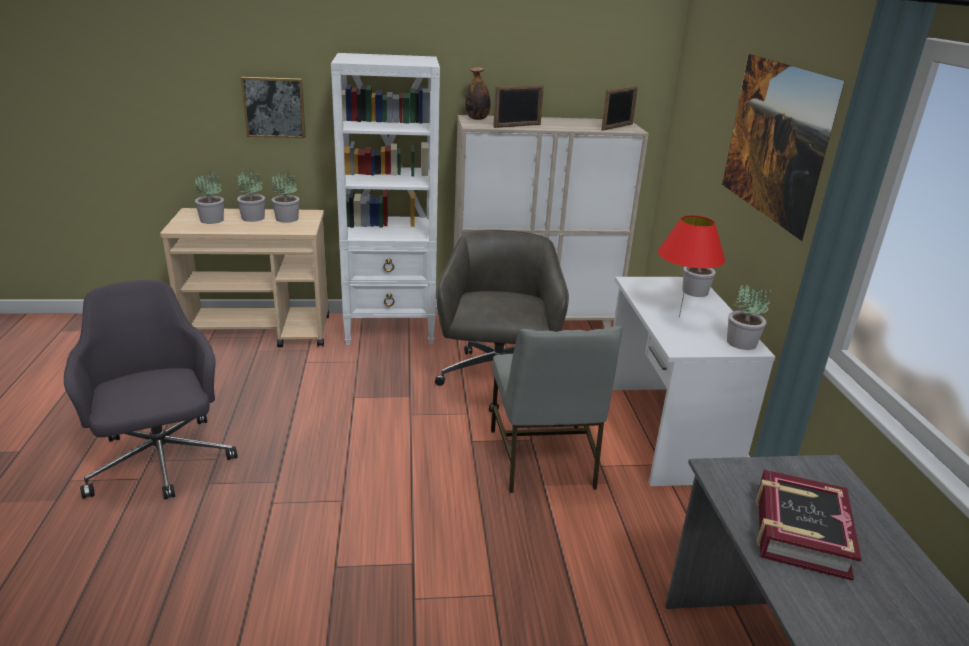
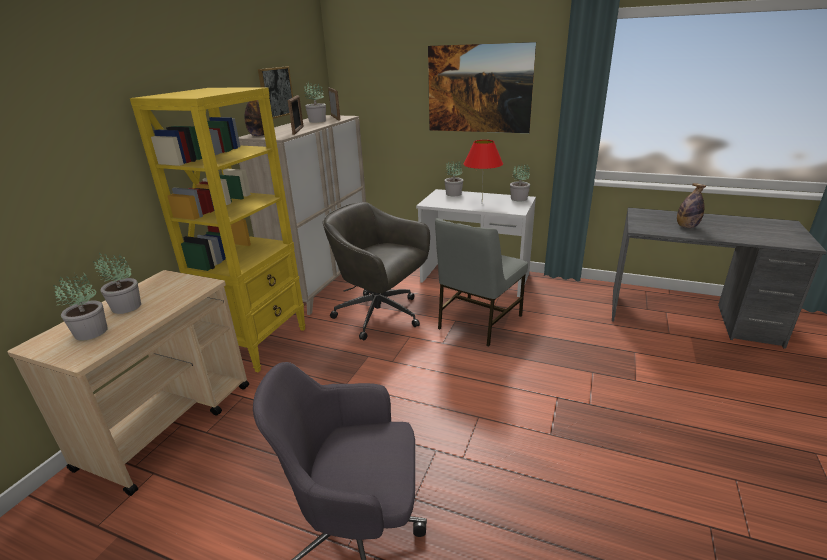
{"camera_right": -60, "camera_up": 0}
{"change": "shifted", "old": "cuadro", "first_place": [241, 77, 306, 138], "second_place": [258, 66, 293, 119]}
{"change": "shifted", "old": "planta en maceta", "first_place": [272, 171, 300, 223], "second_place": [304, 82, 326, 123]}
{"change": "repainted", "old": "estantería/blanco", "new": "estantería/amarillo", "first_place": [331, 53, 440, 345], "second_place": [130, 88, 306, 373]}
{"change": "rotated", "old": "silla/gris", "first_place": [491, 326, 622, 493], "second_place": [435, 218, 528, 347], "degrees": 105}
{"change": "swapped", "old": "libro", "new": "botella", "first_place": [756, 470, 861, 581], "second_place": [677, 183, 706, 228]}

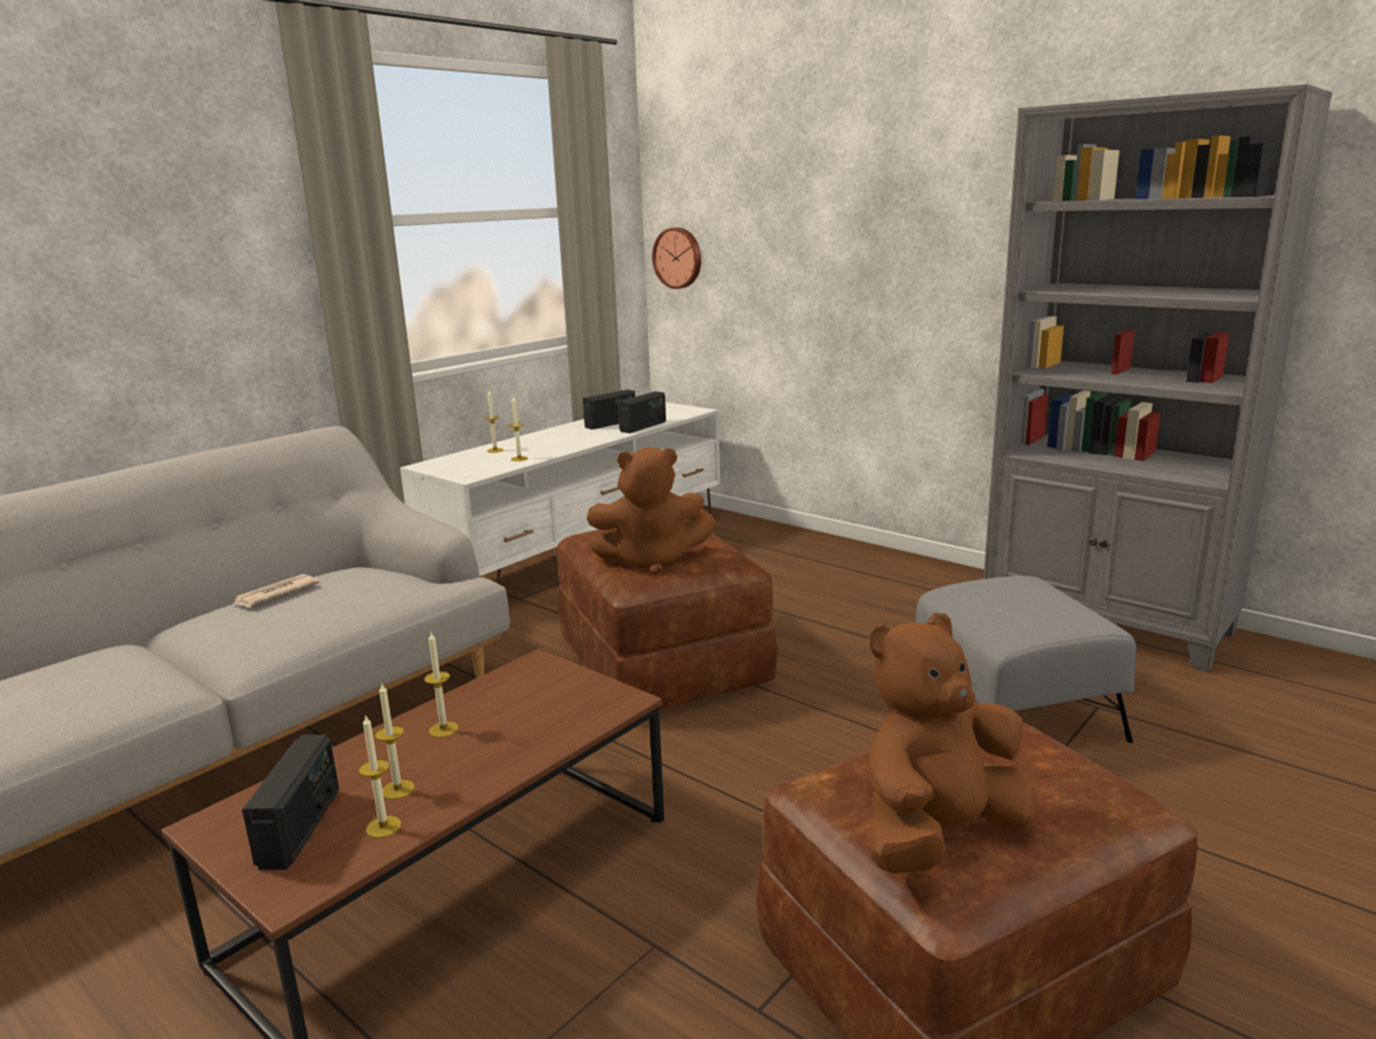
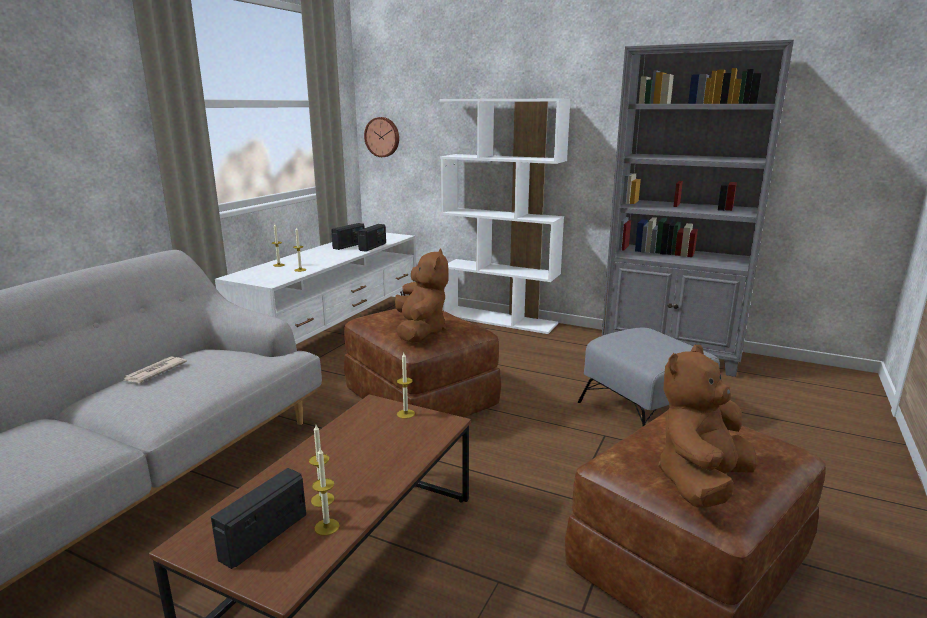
{"camera_right": -15, "camera_up": 0}
{"change": "rotated", "old": "radio", "first_place": [242, 735, 339, 870], "second_place": [211, 468, 306, 569], "degrees": -135}
{"change": "shifted", "old": "vela", "first_place": [424, 633, 459, 738], "second_place": [397, 353, 415, 419]}
{"change": "rotated", "old": "peluche/marrón", "first_place": [587, 447, 715, 575], "second_place": [395, 249, 449, 342], "degrees": -75}
{"change": "new", "new": "estantería/blanco", "second_place": [440, 99, 571, 334]}

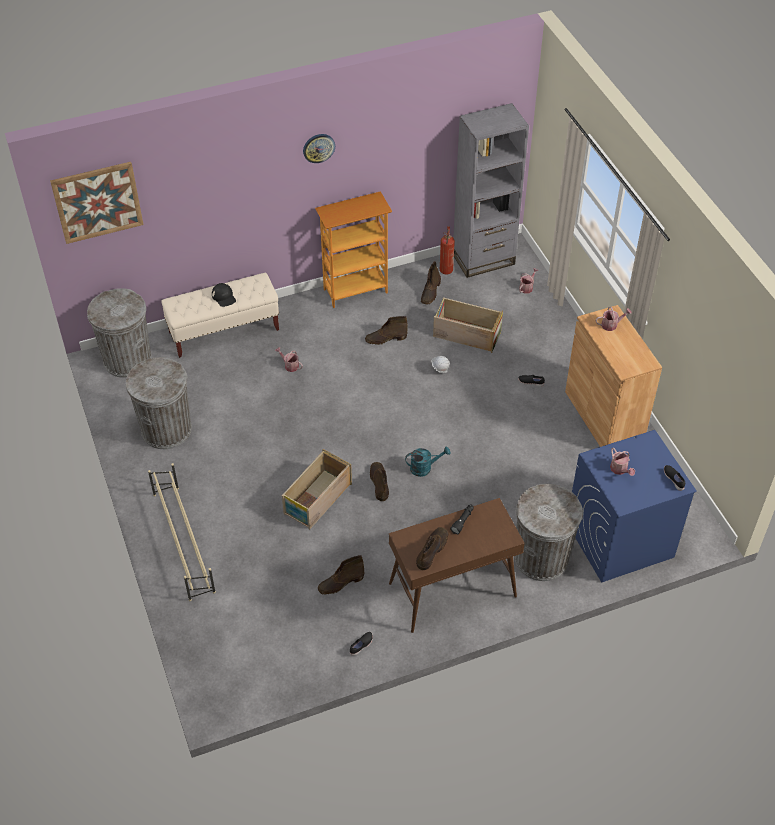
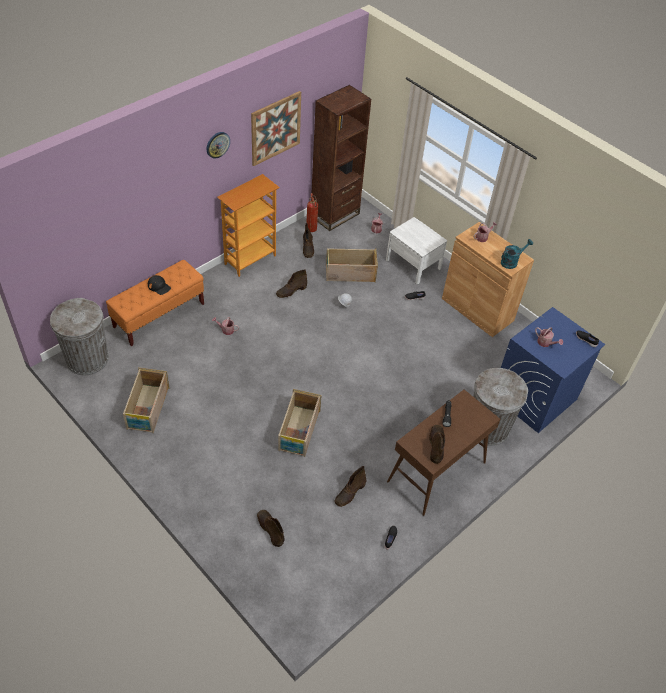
{"camera_right": -25, "camera_up": 0}
{"change": "shifted", "old": "cuadro", "first_place": [50, 162, 144, 244], "second_place": [251, 91, 301, 166]}
{"change": "swapped", "old": "papelera/gris", "new": "caja de embalaje", "first_place": [126, 357, 192, 449], "second_place": [123, 367, 170, 433]}
{"change": "gone", "old": "zapatero/beis", "first_place": [148, 463, 216, 601]}
{"change": "repainted", "old": "banco/beis", "new": "banco/naranja", "first_place": [162, 273, 279, 358], "second_place": [106, 260, 204, 346]}
{"change": "shifted", "old": "bota/marrón", "first_place": [370, 462, 389, 501], "second_place": [257, 510, 285, 547]}
{"change": "shifted", "old": "regadera/turquesa", "first_place": [405, 447, 450, 477], "second_place": [501, 239, 533, 269]}
{"change": "repainted", "old": "estantería/gris", "new": "estantería/marrón", "first_place": [453, 103, 529, 278], "second_place": [311, 85, 371, 231]}
{"change": "new", "new": "mesita de noche/blanco", "second_place": [386, 217, 447, 284]}

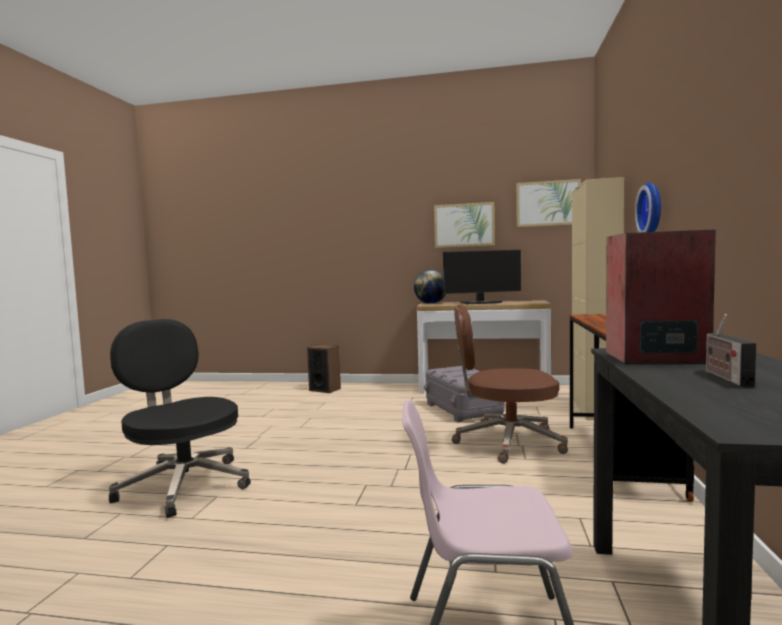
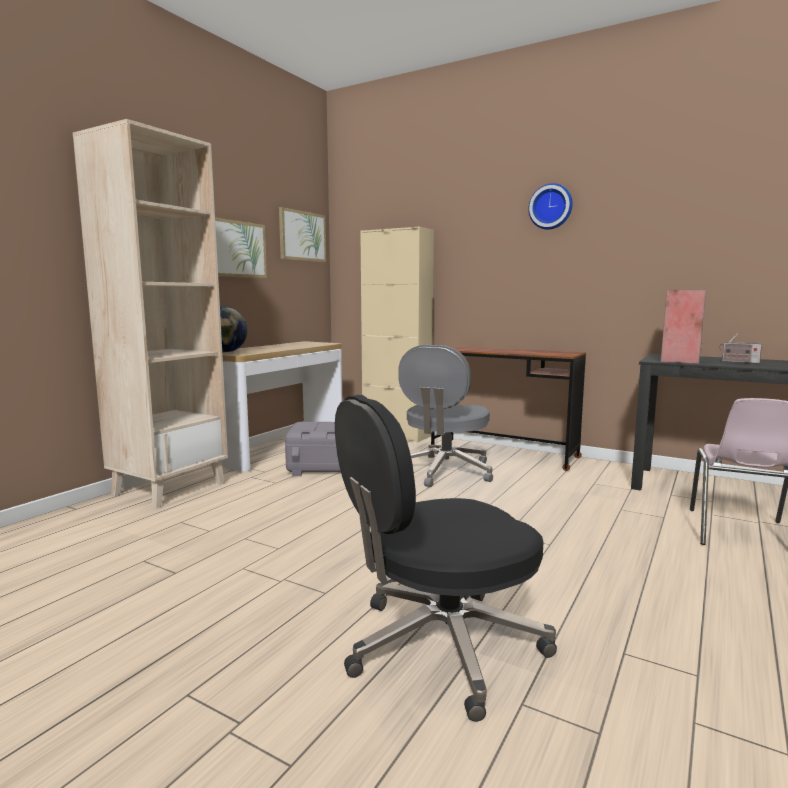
{"camera_right": -70, "camera_up": 5}
{"change": "gone", "old": "altavoz", "first_place": [307, 345, 341, 393]}
{"change": "gone", "old": "monitor", "first_place": [443, 250, 521, 304]}
{"change": "repainted", "old": "silla de oficina/marrón", "new": "silla de oficina/gris", "first_place": [452, 305, 568, 463], "second_place": [398, 344, 493, 487]}
{"change": "shifted", "old": "reloj de pared", "first_place": [635, 182, 661, 233], "second_place": [528, 183, 573, 230]}
{"change": "new", "new": "estantería/beis", "second_place": [73, 119, 228, 508]}

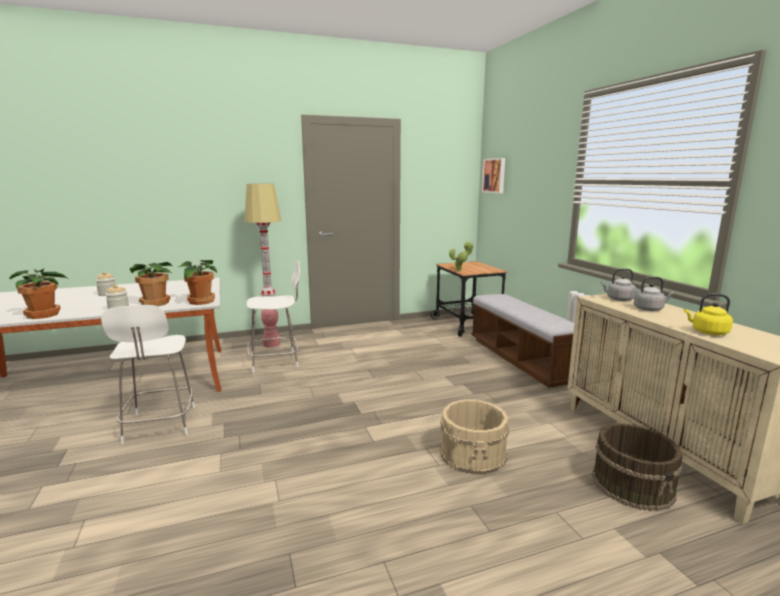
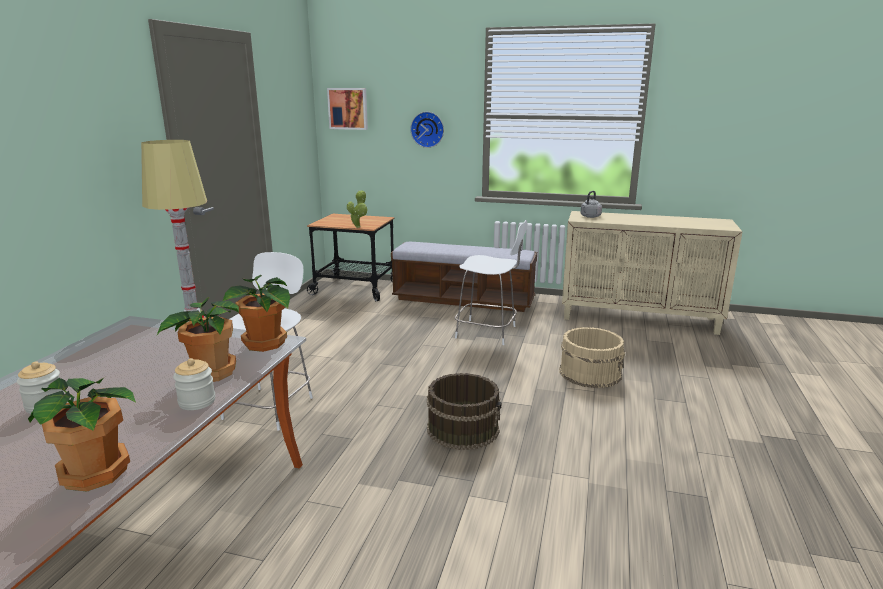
{"camera_right": -55, "camera_up": 5}
{"change": "shifted", "old": "silla/blanco", "first_place": [101, 305, 195, 444], "second_place": [455, 220, 527, 345]}
{"change": "shifted", "old": "cubo/marrón", "first_place": [592, 423, 683, 511], "second_place": [427, 373, 502, 450]}
{"change": "gone", "old": "hervidor/gris", "first_place": [634, 276, 674, 311]}
{"change": "gone", "old": "hervidor/amarillo", "first_place": [684, 294, 733, 335]}
{"change": "new", "new": "reloj de pared", "second_place": [410, 112, 444, 148]}

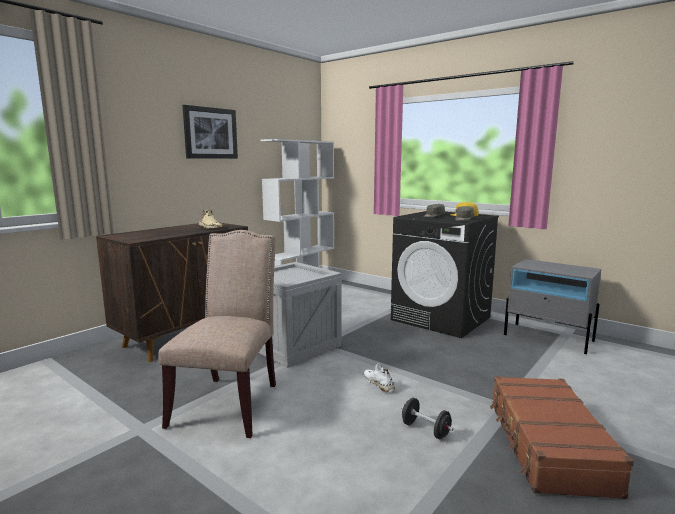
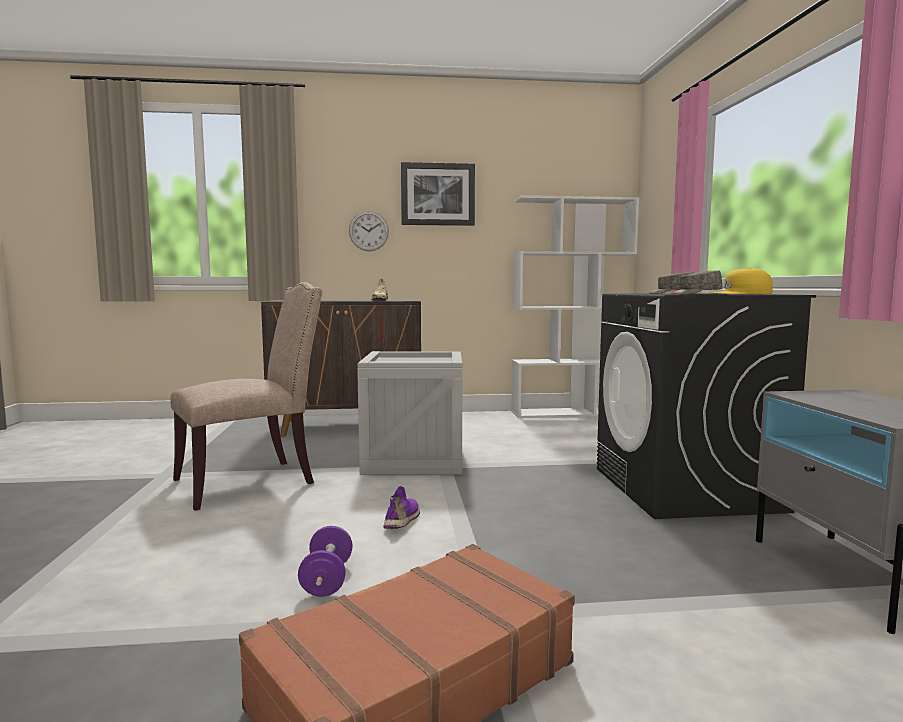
{"camera_right": 45, "camera_up": -5}
{"change": "repainted", "old": "zapato/blanco", "new": "zapato/morado", "first_place": [364, 363, 395, 392], "second_place": [383, 486, 420, 529]}
{"change": "repainted", "old": "mancuerna/negro", "new": "mancuerna/morado", "first_place": [401, 398, 454, 440], "second_place": [298, 526, 353, 597]}
{"change": "new", "new": "reloj de pared", "second_place": [349, 211, 389, 251]}

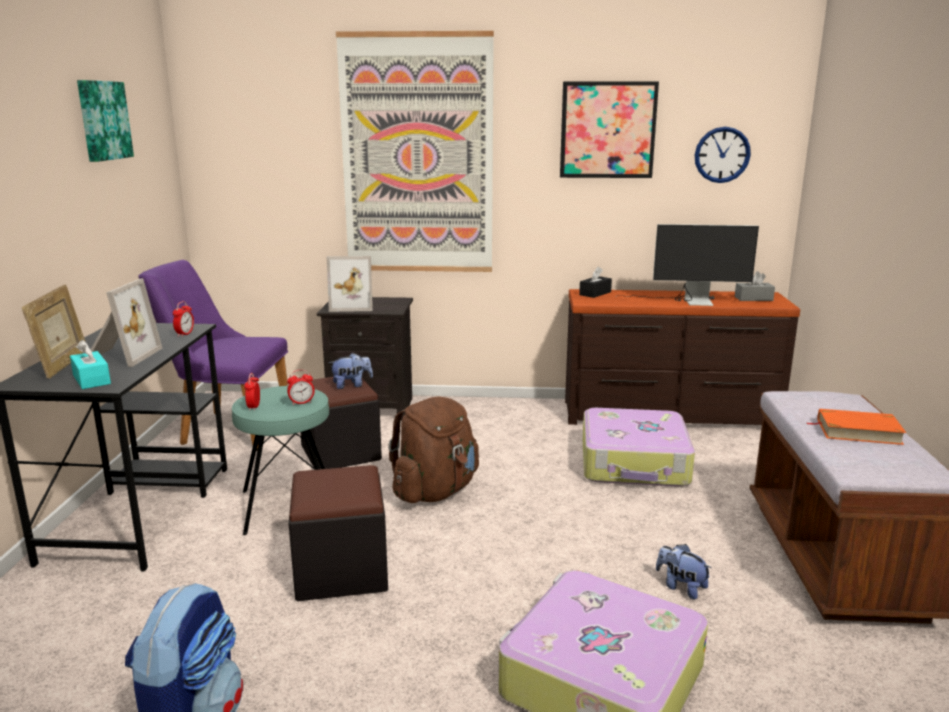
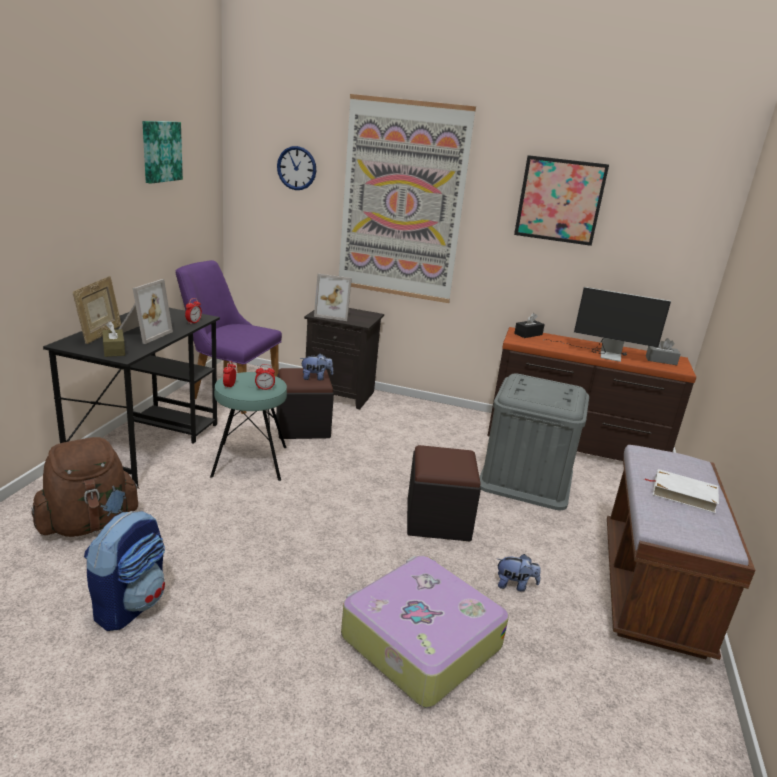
{"camera_right": 10, "camera_up": 5}
{"change": "repainted", "old": "caja de pañuelos/turquesa", "new": "caja de pañuelos/marrón", "first_place": [70, 340, 111, 389], "second_place": [102, 321, 125, 357]}
{"change": "shifted", "old": "puf/negro", "first_place": [289, 465, 388, 601], "second_place": [407, 445, 481, 542]}
{"change": "shifted", "old": "mochila/marrón", "first_place": [388, 396, 479, 503], "second_place": [31, 437, 140, 537]}
{"change": "swapped", "old": "maleta", "new": "caja de almacenaje/gris", "first_place": [583, 408, 695, 487], "second_place": [479, 373, 589, 510]}
{"change": "rotated", "old": "peluche", "first_place": [656, 544, 712, 600], "second_place": [497, 554, 541, 592], "degrees": 135}
{"change": "shifted", "old": "reloj de pared", "first_place": [695, 127, 751, 183], "second_place": [277, 146, 316, 190]}
{"change": "repainted", "old": "libro/naranja", "new": "libro/blanco", "first_place": [807, 409, 906, 445], "second_place": [644, 469, 719, 513]}

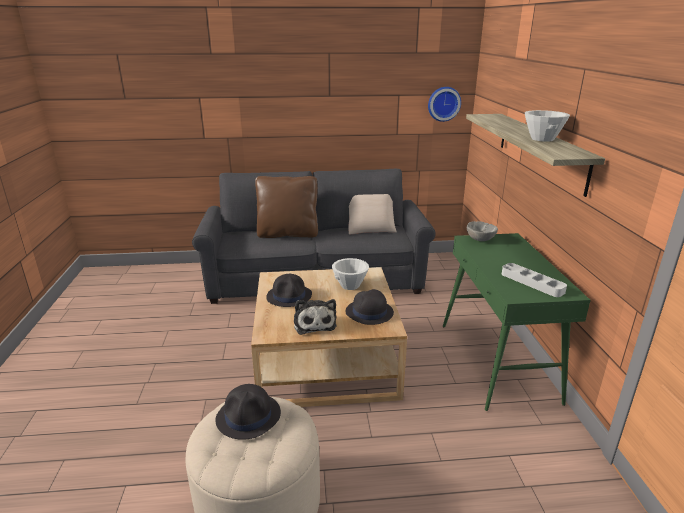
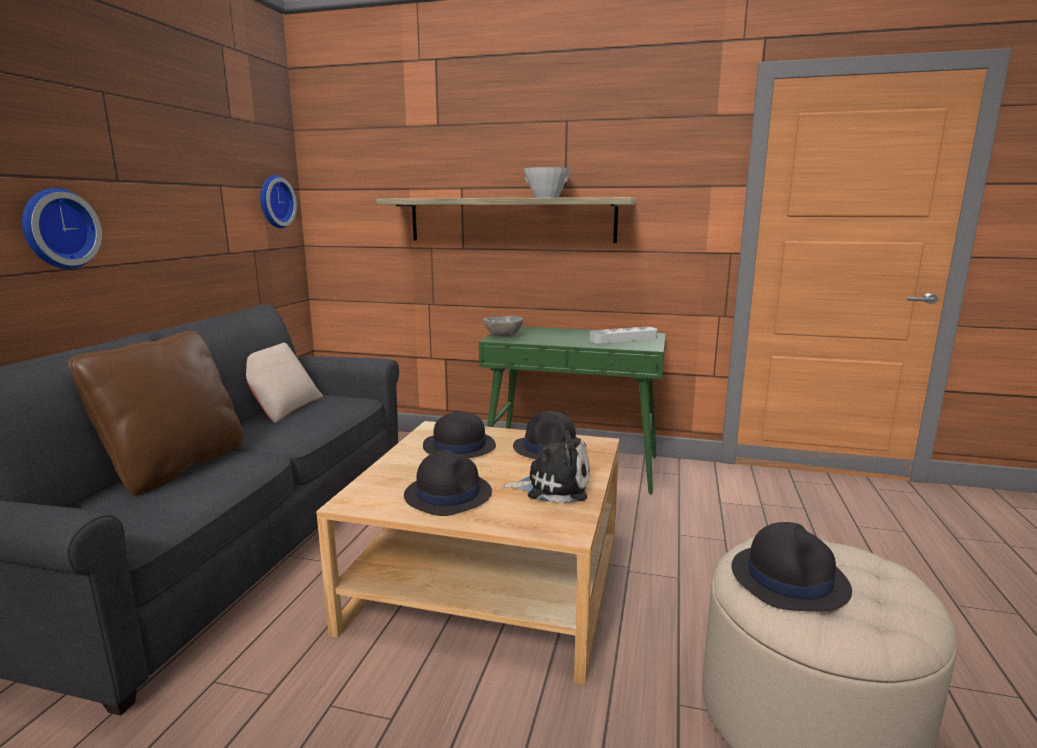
{"camera_right": -70, "camera_up": -10}
{"change": "swapped", "old": "cuenco/blanco", "new": "sombrero/negro", "first_place": [332, 258, 369, 290], "second_place": [423, 410, 496, 458]}
{"change": "new", "new": "reloj de pared", "second_place": [22, 188, 102, 269]}

